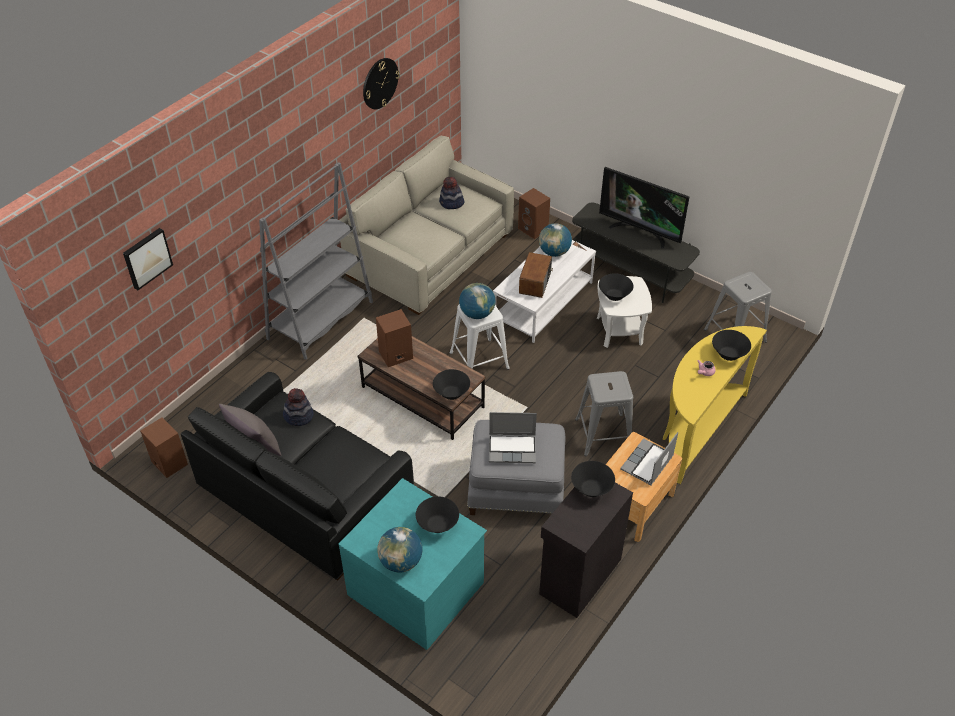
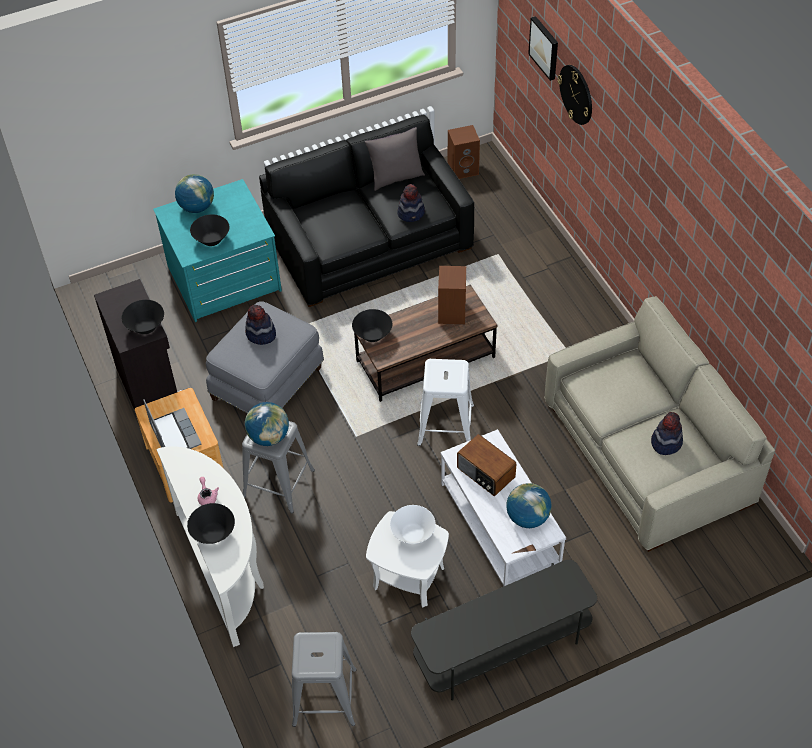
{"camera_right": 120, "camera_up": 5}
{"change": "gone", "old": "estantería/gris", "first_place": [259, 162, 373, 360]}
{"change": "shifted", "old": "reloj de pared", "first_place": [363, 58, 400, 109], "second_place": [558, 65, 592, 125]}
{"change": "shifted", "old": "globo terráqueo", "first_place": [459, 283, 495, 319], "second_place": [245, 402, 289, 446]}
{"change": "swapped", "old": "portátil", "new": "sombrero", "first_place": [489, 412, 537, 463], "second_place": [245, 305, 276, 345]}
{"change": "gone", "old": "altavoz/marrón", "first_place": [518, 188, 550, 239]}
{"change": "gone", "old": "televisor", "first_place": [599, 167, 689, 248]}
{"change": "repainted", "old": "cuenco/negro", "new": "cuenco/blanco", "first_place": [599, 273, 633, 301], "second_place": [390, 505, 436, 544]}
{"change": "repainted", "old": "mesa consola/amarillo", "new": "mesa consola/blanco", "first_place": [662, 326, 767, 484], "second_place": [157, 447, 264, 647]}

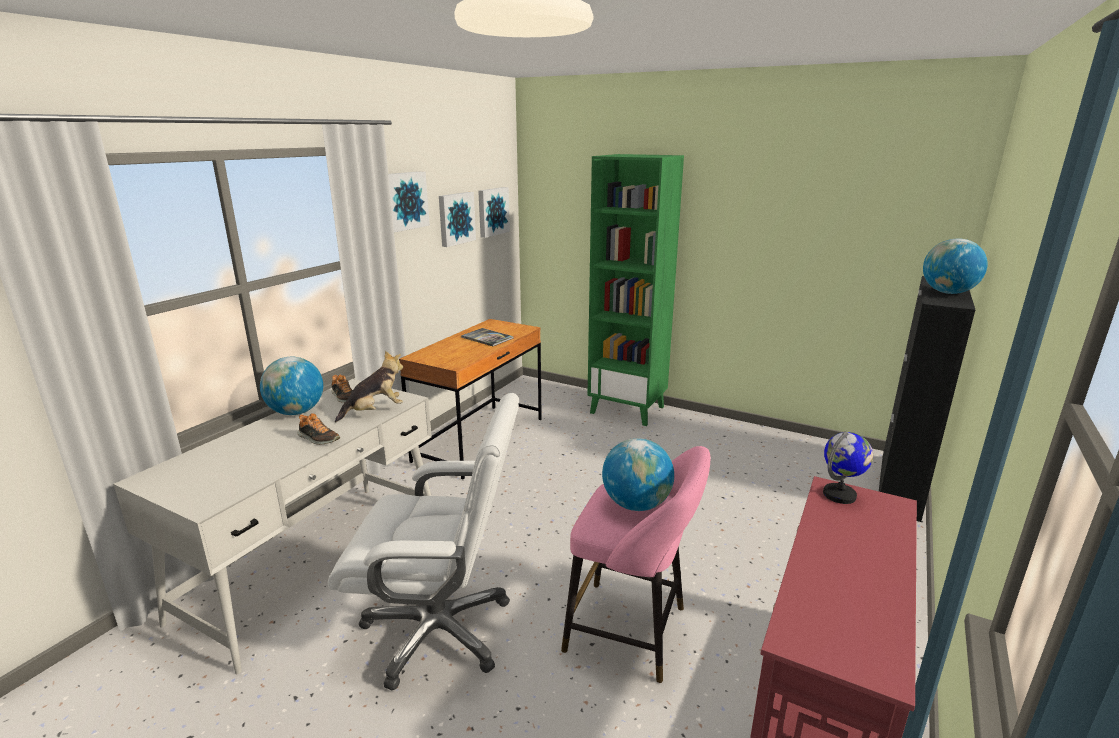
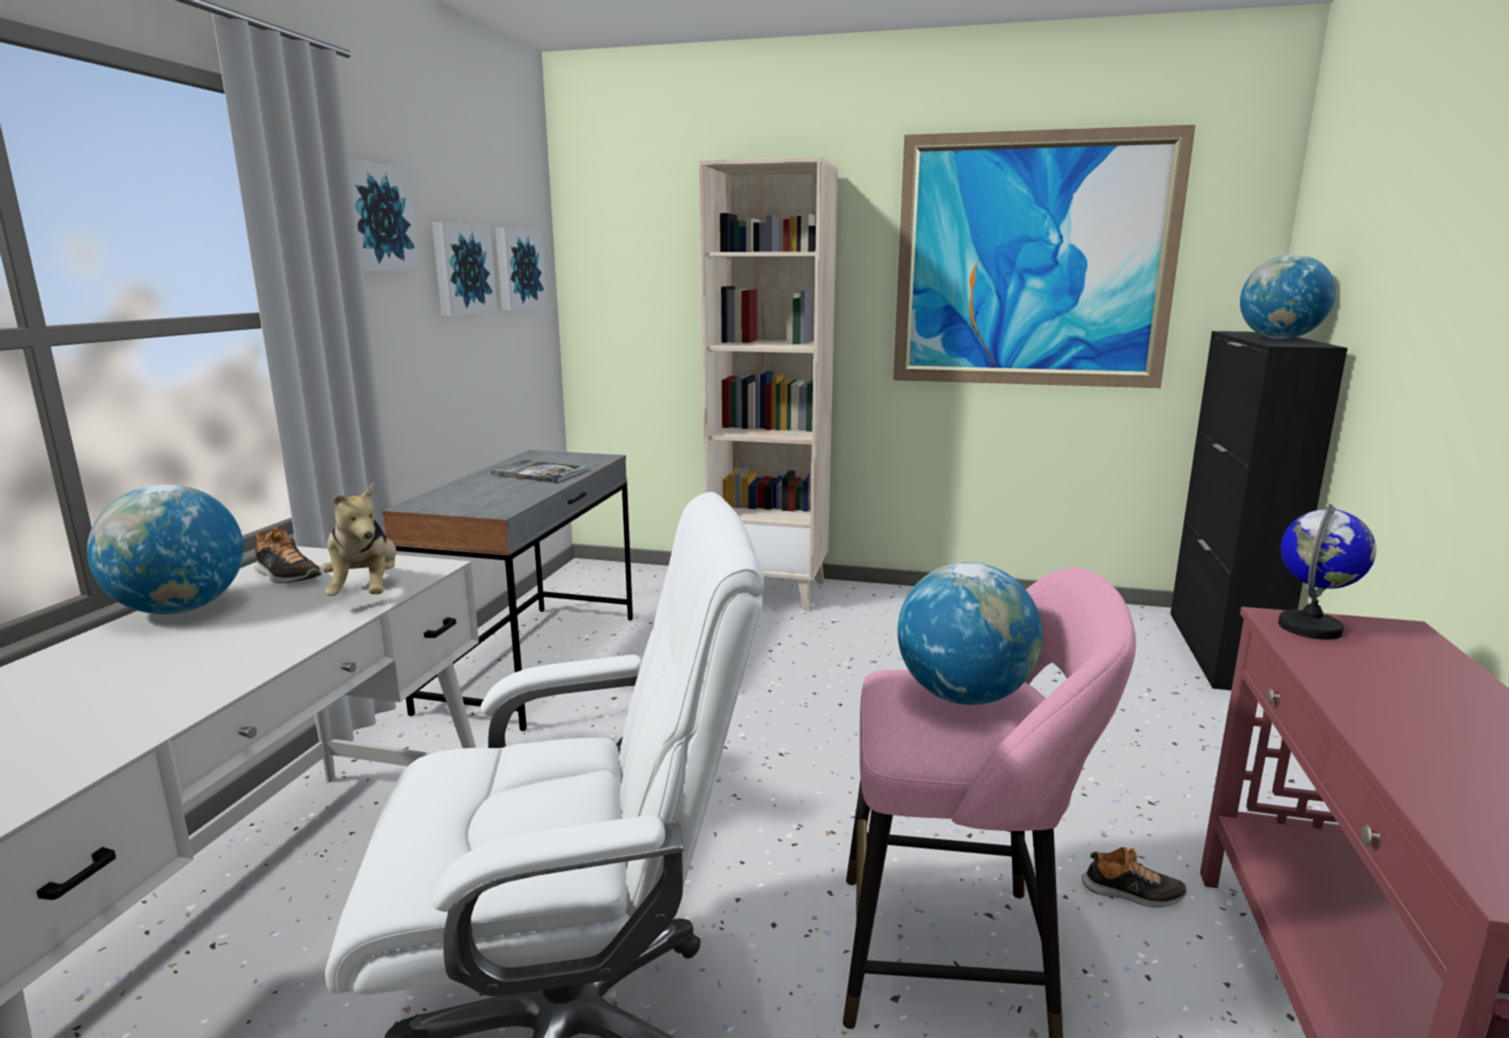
{"camera_right": -15, "camera_up": -5}
{"change": "shifted", "old": "zapato", "first_place": [298, 413, 340, 445], "second_place": [1082, 847, 1187, 908]}
{"change": "rotated", "old": "peluche", "first_place": [335, 351, 403, 422], "second_place": [322, 483, 397, 596], "degrees": 120}
{"change": "repainted", "old": "escritorio/marrón", "new": "escritorio/gris", "first_place": [399, 319, 542, 479], "second_place": [382, 450, 633, 731]}
{"change": "repainted", "old": "estantería/verde", "new": "estantería/beis", "first_place": [587, 154, 684, 426], "second_place": [699, 157, 838, 611]}
{"change": "new", "new": "cuadro", "second_place": [893, 125, 1196, 388]}

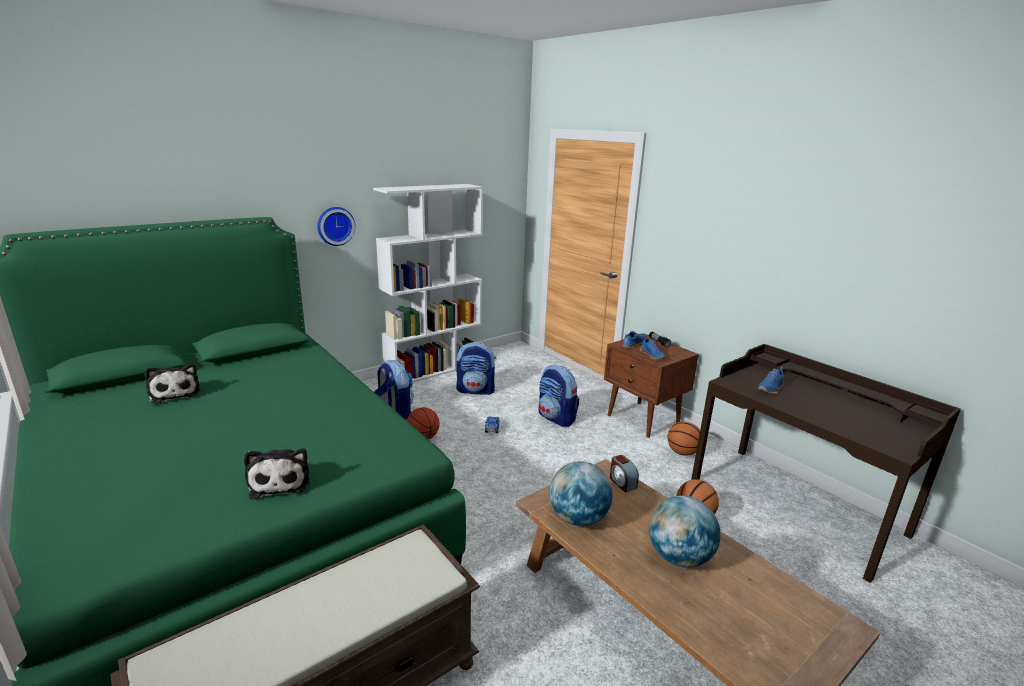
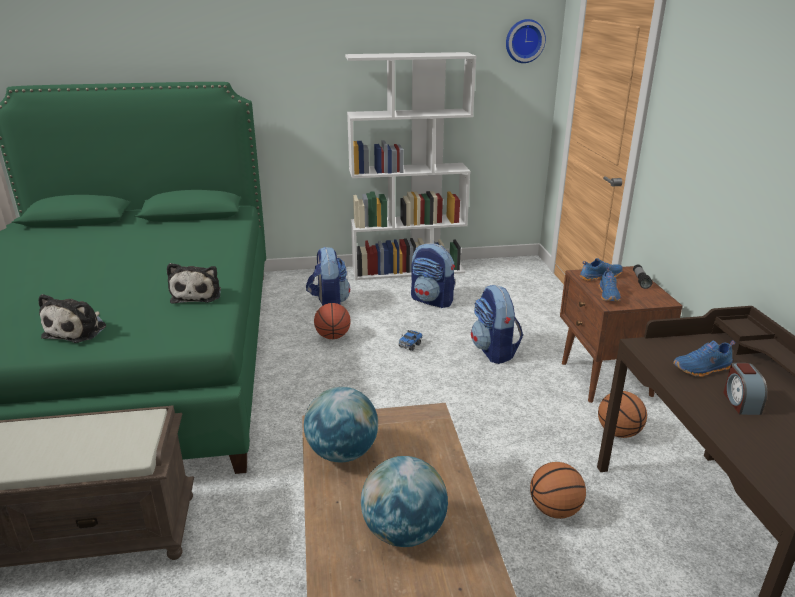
{"camera_right": 30, "camera_up": 5}
{"change": "shifted", "old": "peluche", "first_place": [145, 364, 200, 404], "second_place": [167, 263, 221, 304]}
{"change": "shifted", "old": "reloj de pared", "first_place": [317, 207, 355, 246], "second_place": [506, 19, 546, 63]}
{"change": "shifted", "old": "despertador", "first_place": [610, 455, 639, 493], "second_place": [723, 363, 767, 415]}

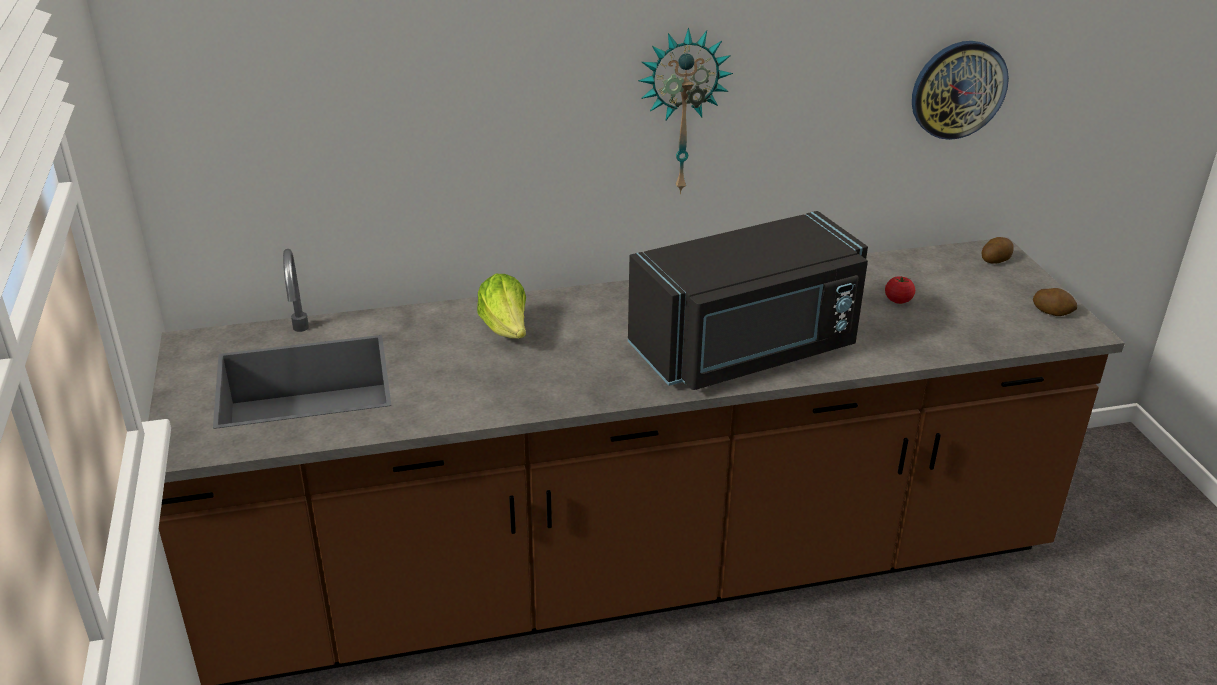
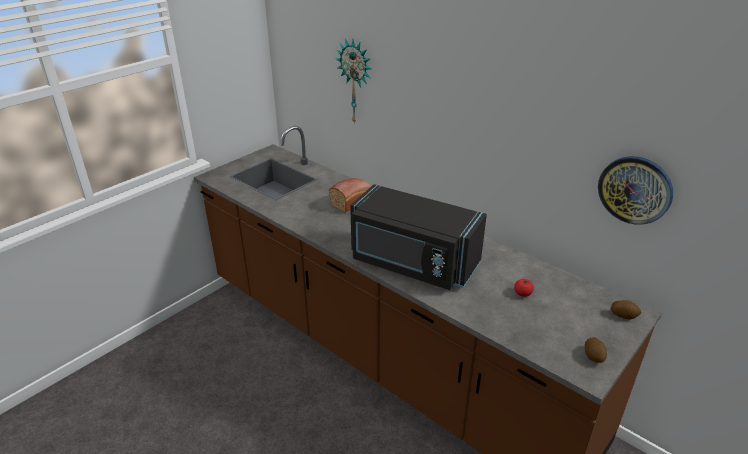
{"camera_right": 55, "camera_up": 0}
{"change": "swapped", "old": "lechuga", "new": "pan", "first_place": [477, 274, 526, 339], "second_place": [329, 178, 371, 213]}
{"change": "shifted", "old": "reloj de pared", "first_place": [638, 28, 733, 194], "second_place": [336, 38, 371, 125]}

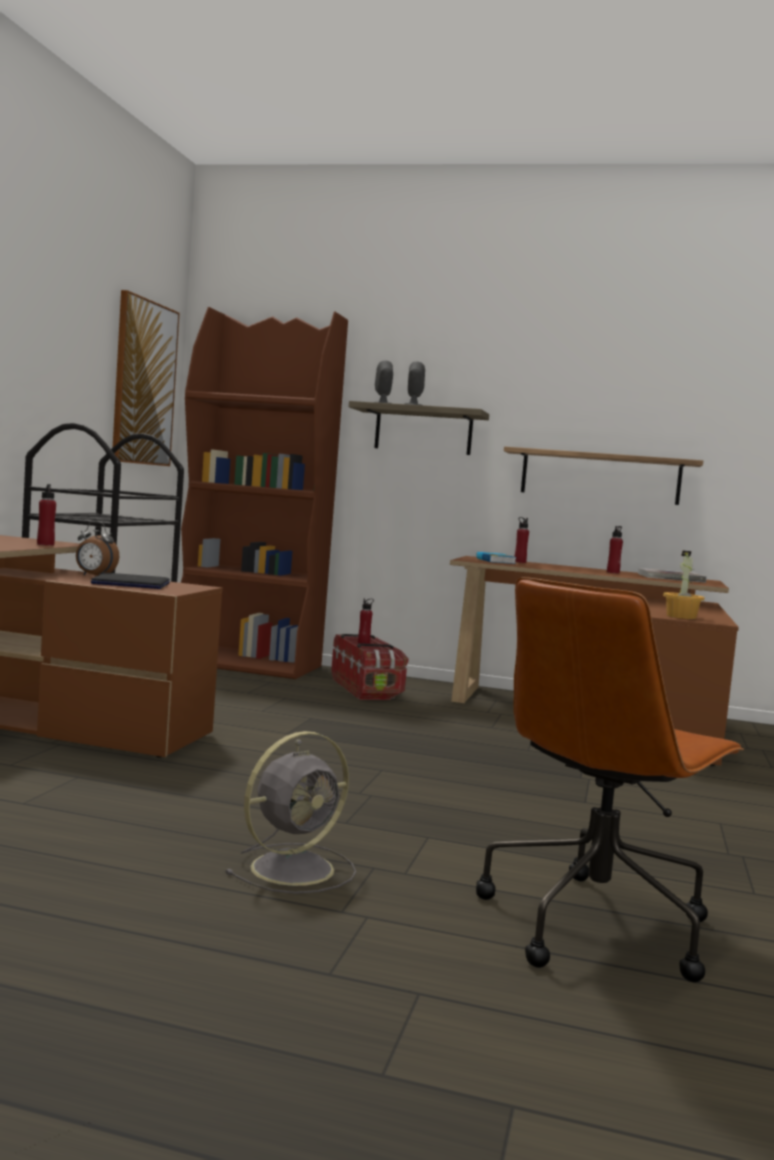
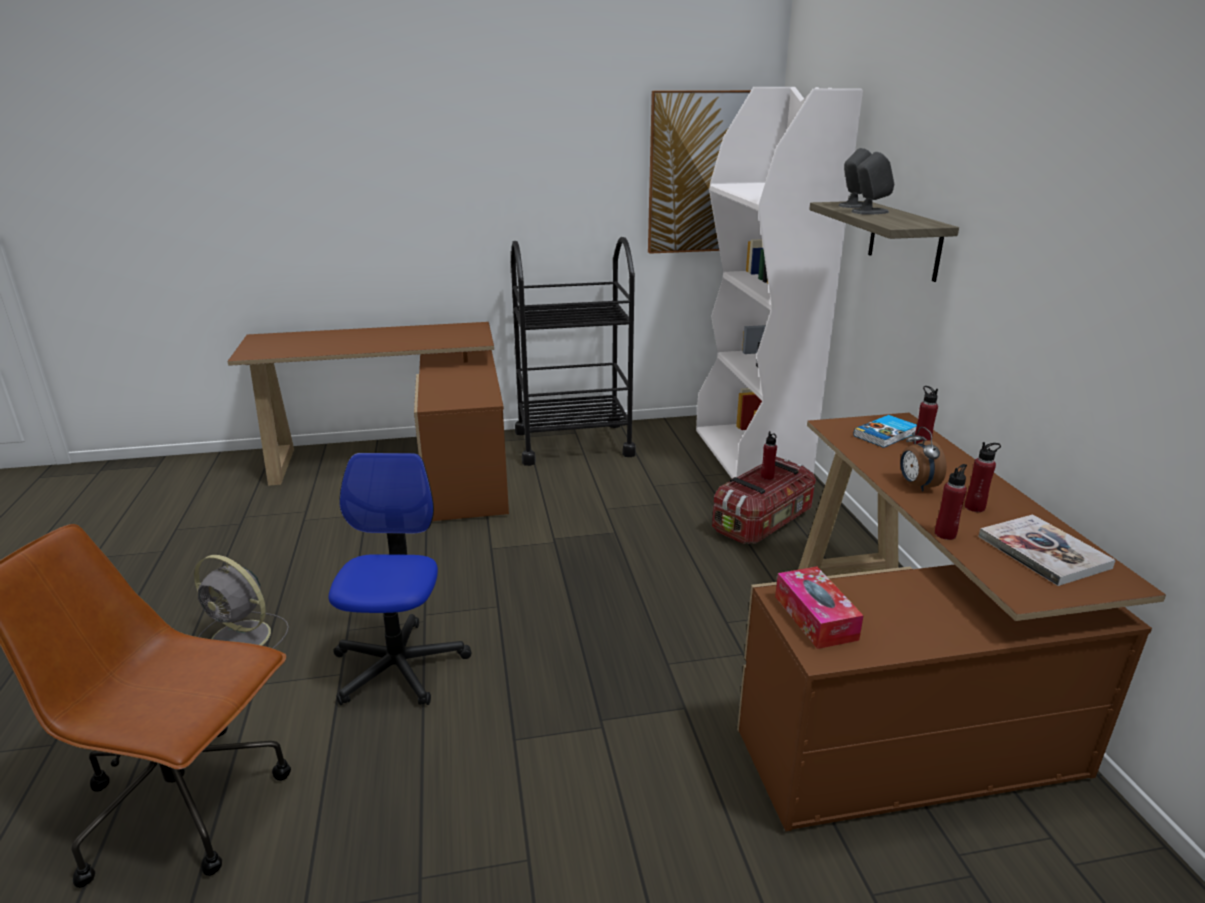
{"camera_right": 65, "camera_up": 20}
{"change": "shifted", "old": "botella/rojo", "first_place": [37, 484, 56, 546], "second_place": [935, 464, 967, 540]}
{"change": "shifted", "old": "despertador", "first_place": [76, 521, 119, 576], "second_place": [900, 427, 947, 492]}
{"change": "gone", "old": "portátil", "first_place": [91, 573, 170, 589]}
{"change": "repainted", "old": "estantería/marrón", "new": "estantería/blanco", "first_place": [181, 307, 348, 679], "second_place": [696, 87, 863, 478]}
{"change": "gone", "old": "estante", "first_place": [504, 446, 703, 505]}
{"change": "swapped", "old": "planta en maceta", "new": "caja de pañuelos", "first_place": [663, 551, 705, 619], "second_place": [775, 567, 864, 649]}
{"change": "new", "new": "silla de oficina", "second_place": [329, 453, 471, 706]}

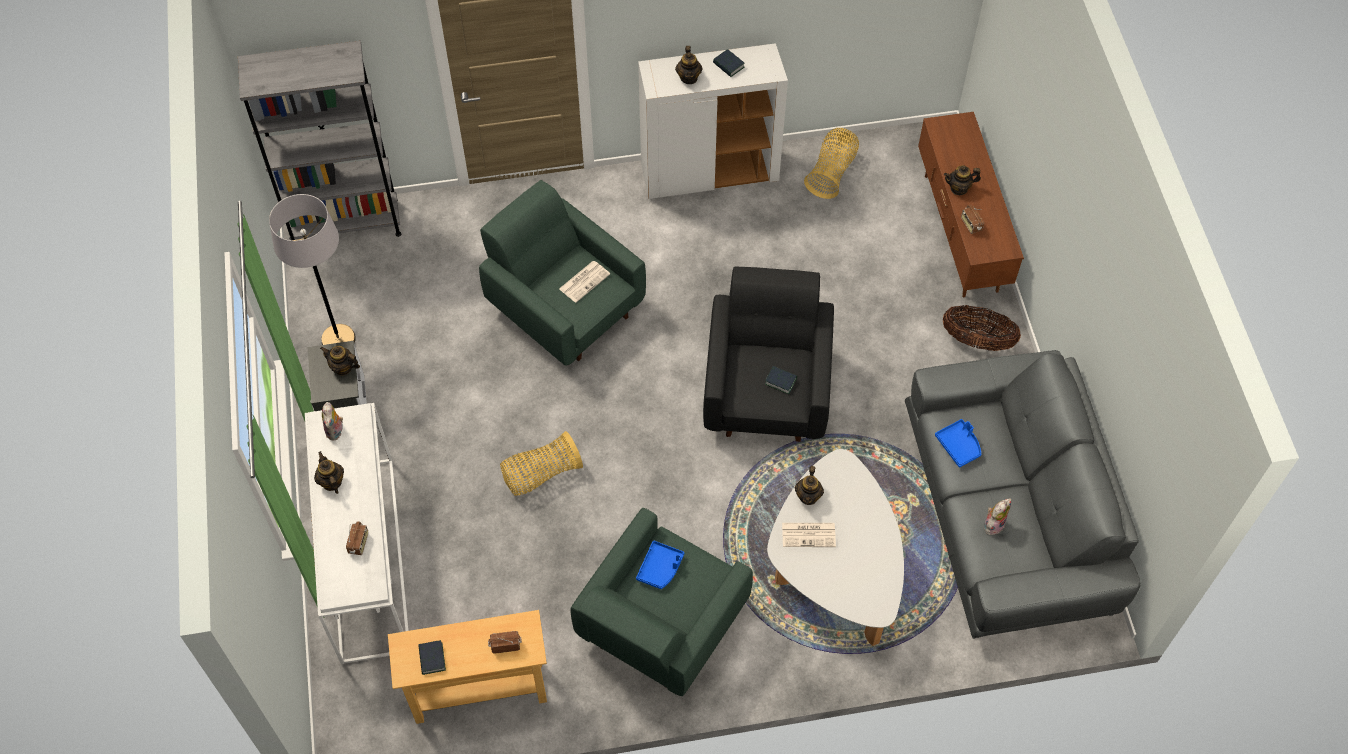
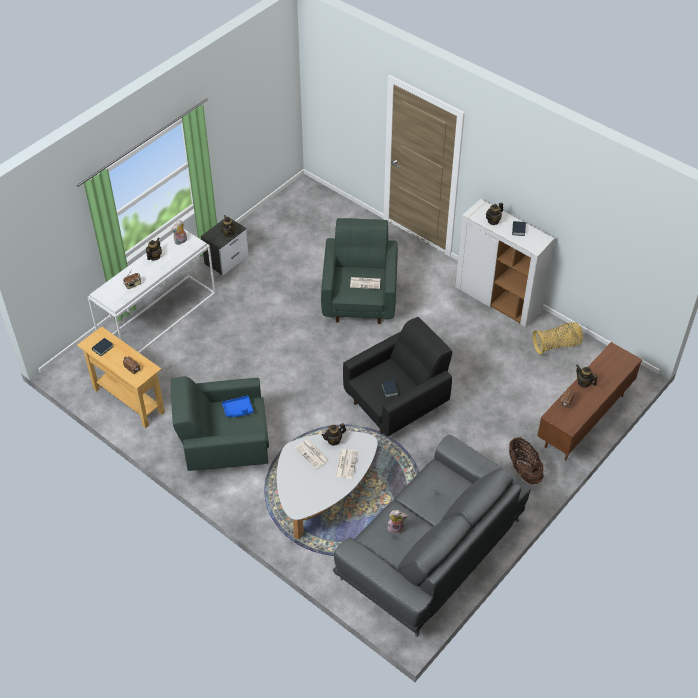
{"camera_right": 50, "camera_up": -10}
{"change": "gone", "old": "estantería/gris", "first_place": [238, 40, 401, 240]}
{"change": "gone", "old": "lámpara de pie/gris", "first_place": [269, 194, 356, 345]}
{"change": "gone", "old": "cesta", "first_place": [500, 431, 583, 496]}
{"change": "gone", "old": "bandeja/azul", "first_place": [935, 419, 981, 468]}
{"change": "new", "new": "periódico", "second_place": [335, 449, 358, 479]}

